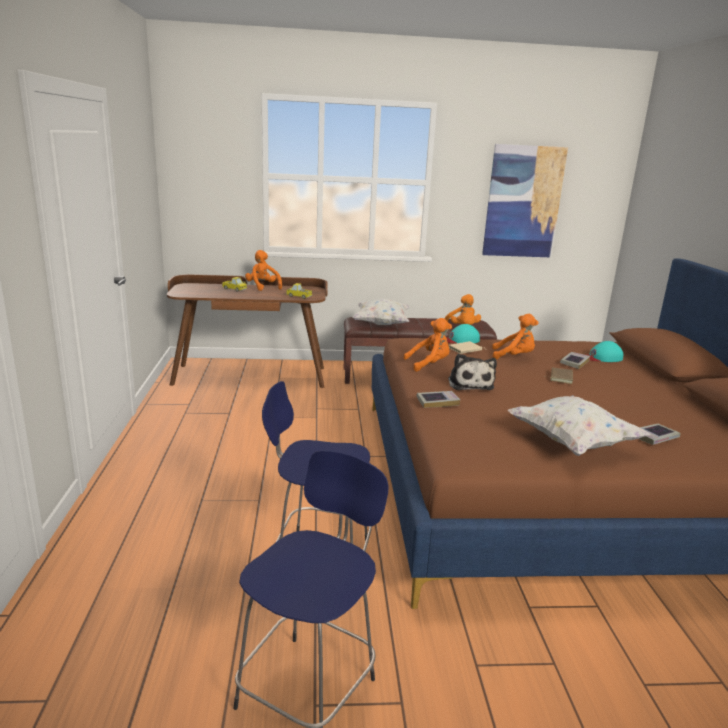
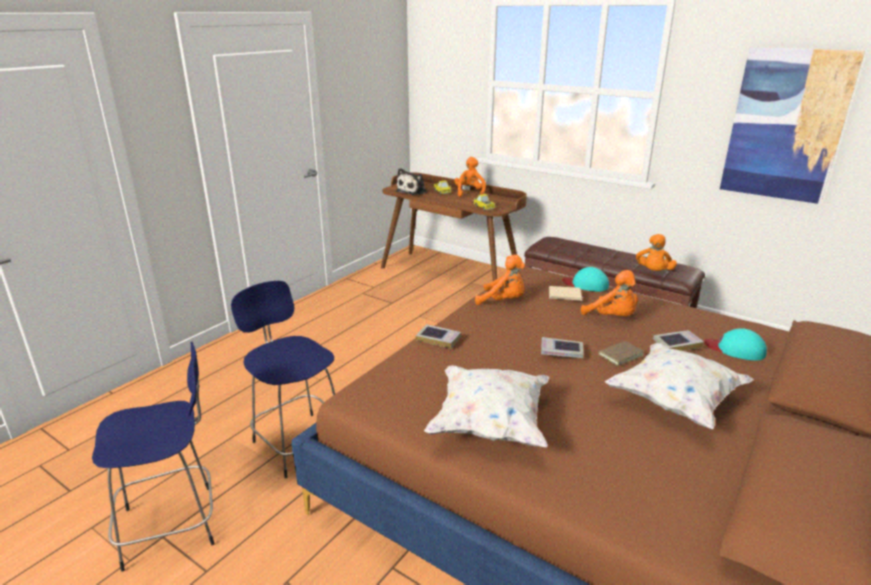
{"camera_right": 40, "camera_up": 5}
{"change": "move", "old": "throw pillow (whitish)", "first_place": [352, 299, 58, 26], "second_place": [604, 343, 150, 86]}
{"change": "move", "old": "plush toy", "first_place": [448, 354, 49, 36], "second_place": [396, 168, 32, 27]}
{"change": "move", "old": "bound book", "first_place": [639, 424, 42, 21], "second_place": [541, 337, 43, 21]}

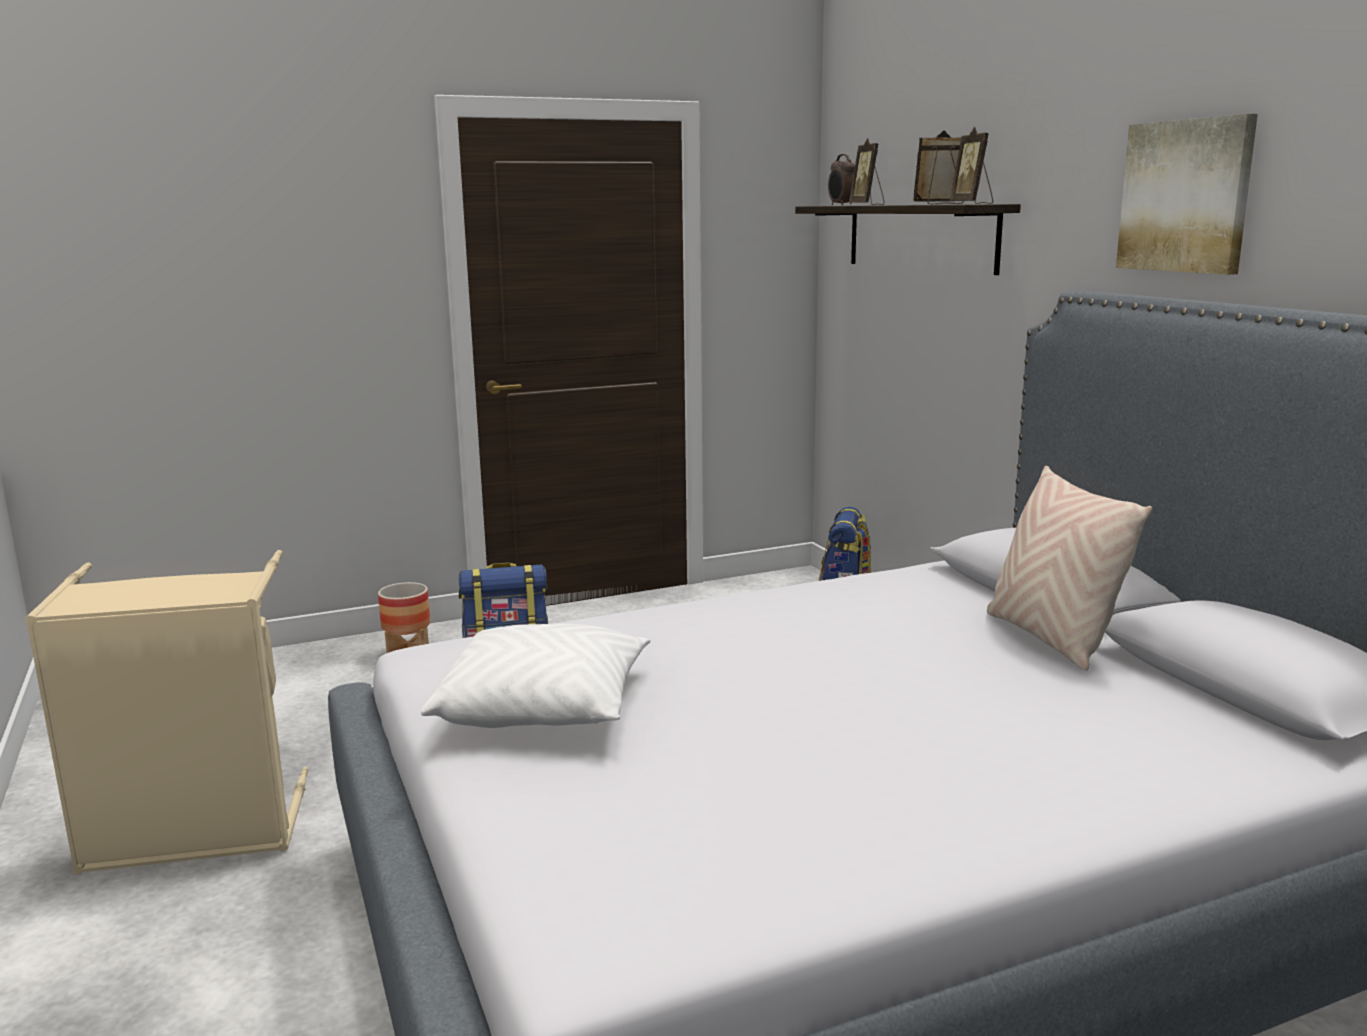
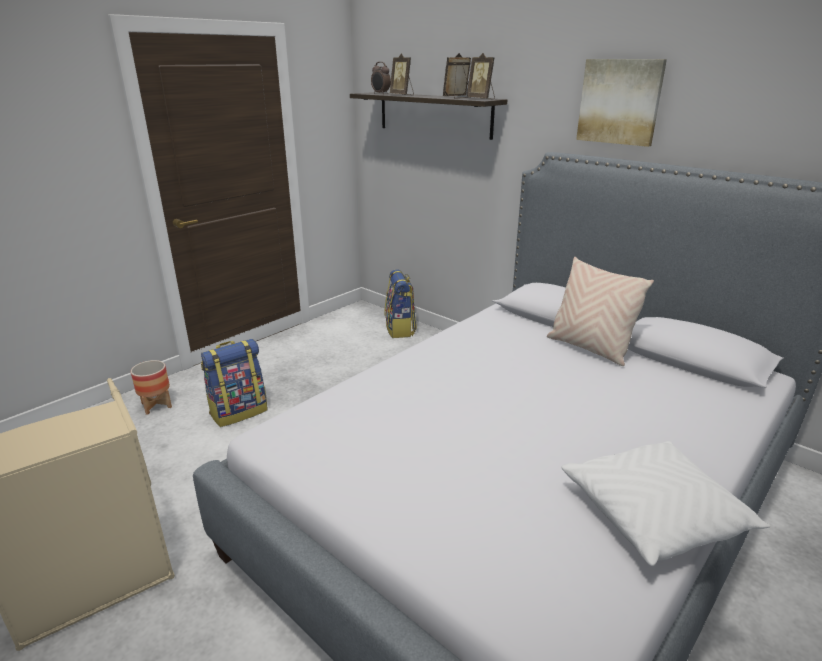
{"camera_right": -25, "camera_up": 10}
{"change": "move", "old": "throw pillow (whitish)", "first_place": [421, 624, 230, 104], "second_place": [561, 441, 210, 125]}

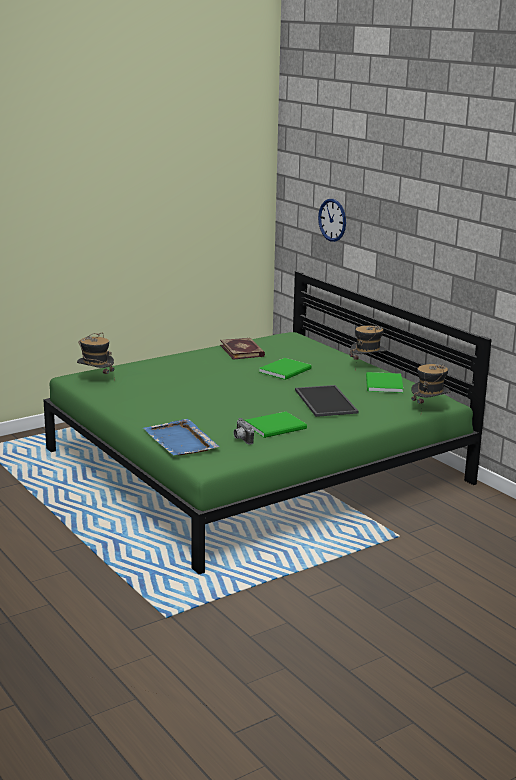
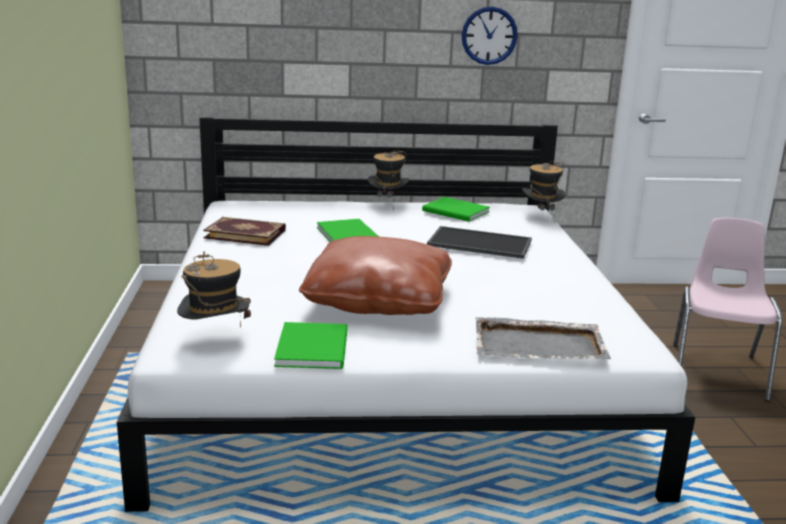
{"camera_right": -60, "camera_up": 0}
{"change": "delete", "old": "photo camera", "first_place": [234, 418, 20, 27]}
{"change": "insert", "new": "throw pillow (brownish)", "second_place": [299, 236, 153, 79]}
{"change": "insert", "new": "upright chair (pink-coloured)", "second_place": [673, 218, 109, 184]}
{"change": "move", "old": "bound book (greenish)", "first_place": [245, 412, 62, 26], "second_place": [274, 322, 74, 47]}
{"change": "move", "old": "wall clock", "first_place": [318, 199, 28, 43], "second_place": [462, 6, 56, 59]}
{"change": "recolor", "old": "bed (greenish)", "new": "bed (whitish)", "first_place": [43, 271, 449, 303], "second_place": [117, 117, 578, 395]}
{"change": "recolor", "old": "tray (bluish)", "new": "tray (grey)", "first_place": [143, 419, 77, 37], "second_place": [476, 317, 135, 42]}

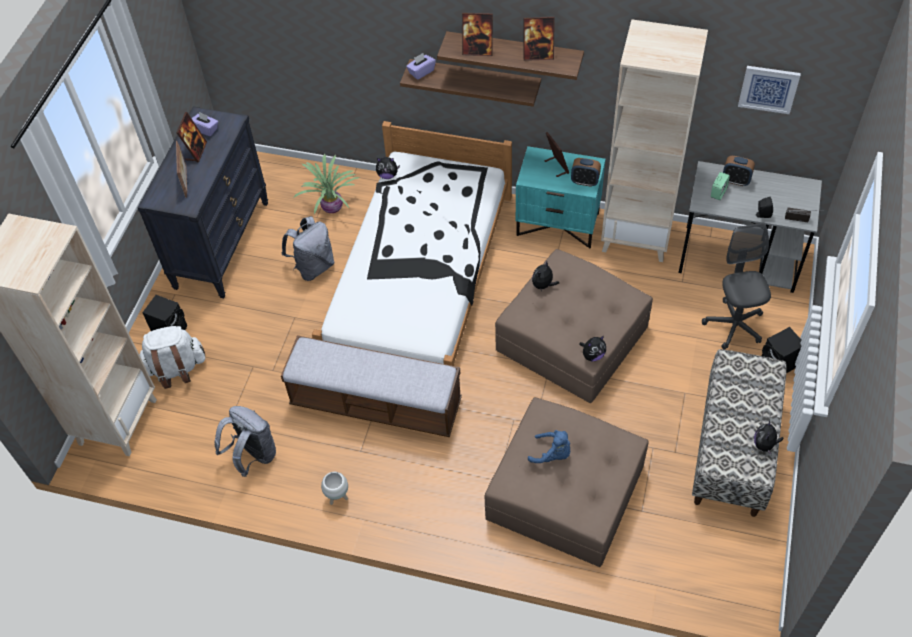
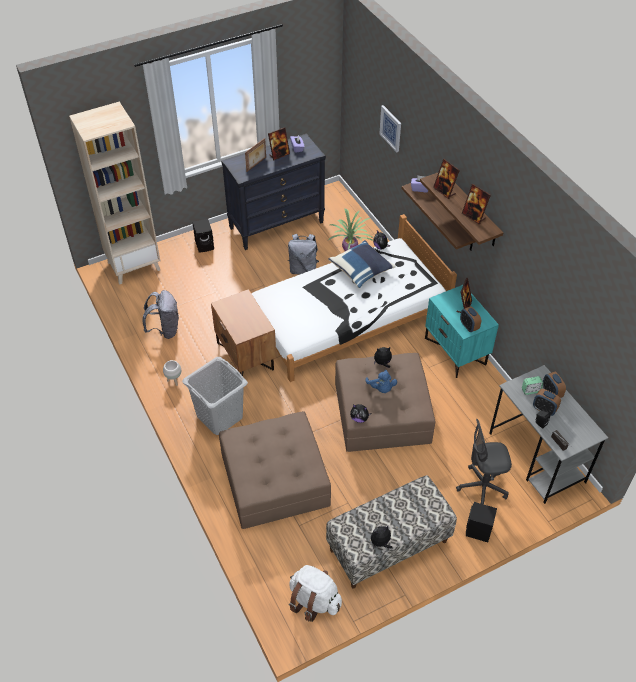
{"camera_right": 45, "camera_up": -5}
{"change": "delete", "old": "shelving unit (beige)", "first_place": [601, 19, 107, 243]}
{"change": "insert", "new": "washing basket (grey)", "second_place": [182, 357, 66, 78]}
{"change": "insert", "new": "throw pillow (bluish)", "second_place": [328, 240, 68, 48]}
{"change": "insert", "new": "bedside clock", "second_place": [533, 389, 28, 27]}
{"change": "move", "old": "rucksack (whitish)", "first_place": [140, 326, 65, 63], "second_place": [289, 565, 53, 57]}
{"change": "move", "old": "plush toy (bluish)", "first_place": [528, 430, 42, 33], "second_place": [365, 370, 32, 23]}
{"change": "move", "old": "wall art", "first_place": [738, 66, 63, 48], "second_place": [379, 105, 22, 47]}
{"change": "replace", "old": "indoor bench", "new": "nightstand (brownish)", "first_place": [281, 335, 181, 102], "second_place": [211, 289, 65, 87]}
{"change": "rotate", "old": "desk chair (grey)", "first_place": [702, 223, 69, 127], "second_place": [456, 419, 56, 85], "degrees": -135}

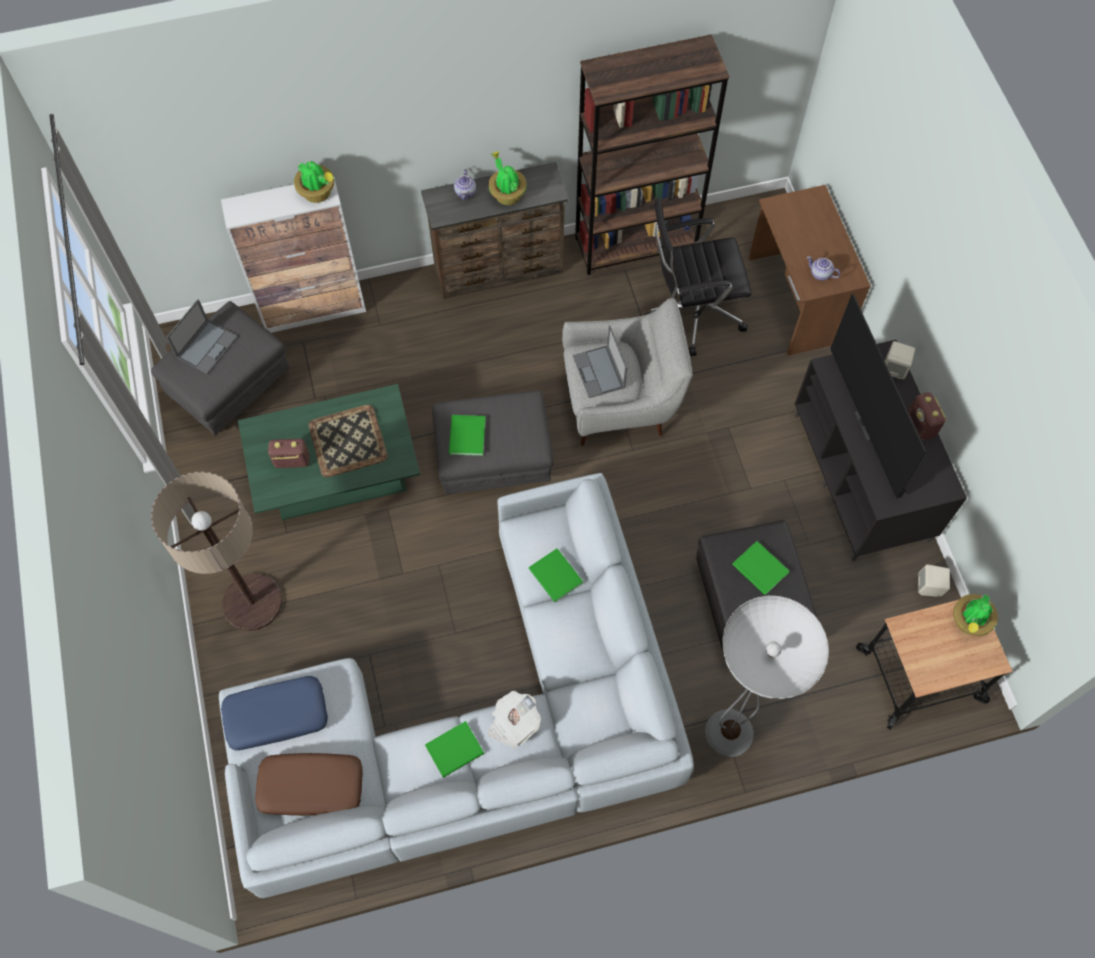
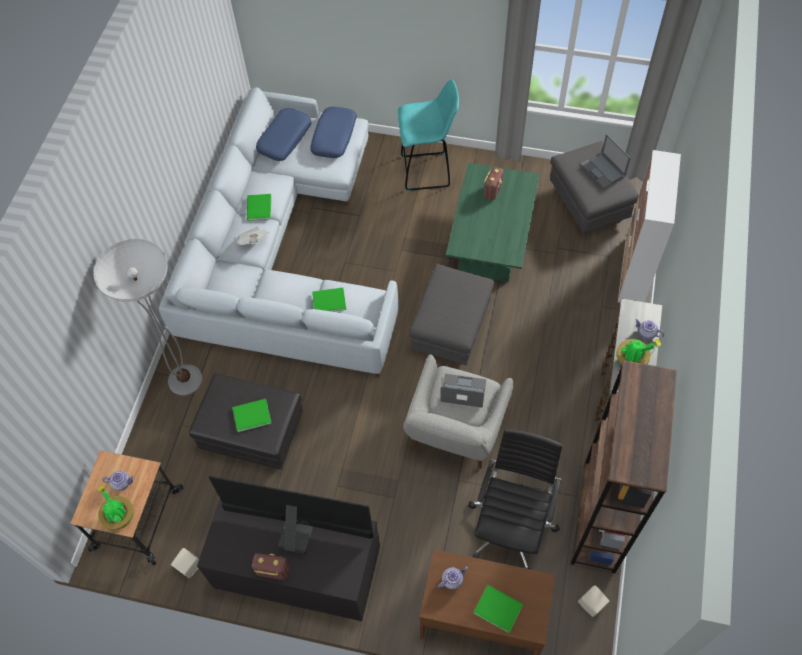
{"camera_right": 120, "camera_up": -5}
{"change": "delete", "old": "houseplant", "first_place": [294, 160, 40, 43]}
{"change": "delete", "old": "tray", "first_place": [308, 404, 80, 74]}
{"change": "insert", "new": "tea pot", "second_place": [103, 471, 31, 20]}
{"change": "move", "old": "bound book (greenish)", "first_place": [449, 415, 36, 41], "second_place": [474, 585, 49, 48]}
{"change": "move", "old": "speaker (beige)", "first_place": [885, 341, 30, 38], "second_place": [578, 585, 32, 32]}
{"change": "replace", "old": "standing lamp", "new": "sitting stool (blue-green)", "first_place": [151, 472, 131, 159], "second_place": [398, 79, 61, 112]}
{"change": "recolor", "old": "throw pillow (brownish)", "new": "throw pillow (bluish)", "first_place": [255, 753, 108, 63], "second_place": [256, 108, 55, 53]}

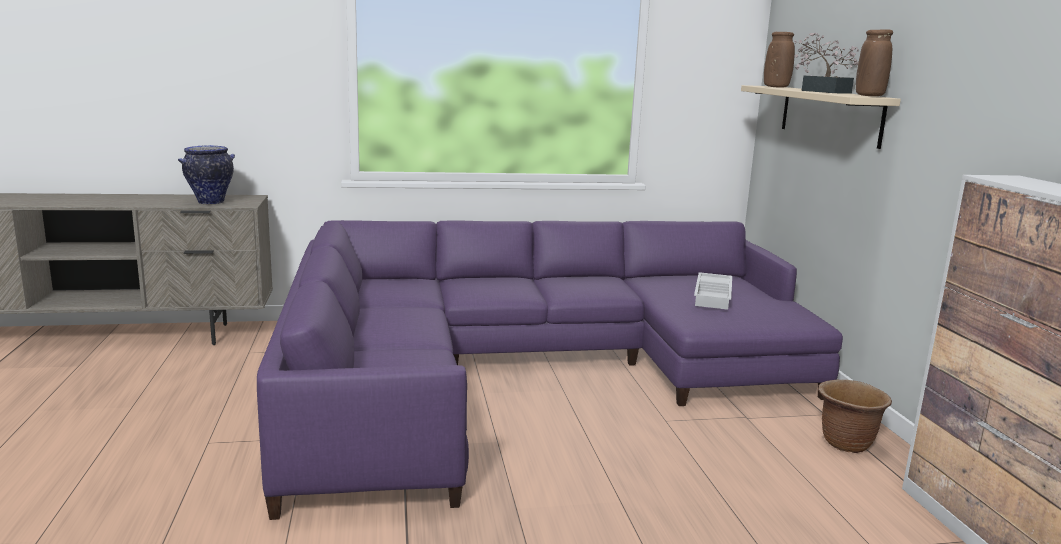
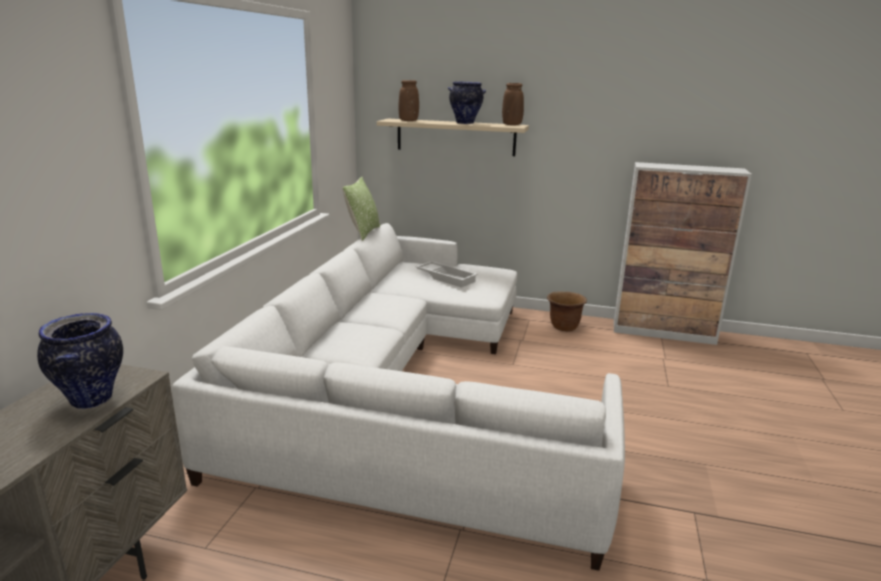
{"camera_right": -65, "camera_up": 5}
{"change": "insert", "new": "throw pillow", "second_place": [342, 177, 38, 64]}
{"change": "replace", "old": "houseplant", "new": "decorative vase", "first_place": [794, 32, 65, 62], "second_place": [448, 81, 38, 43]}
{"change": "recolor", "old": "sofa (purple-coloured)", "new": "sofa (whitish)", "first_place": [257, 220, 586, 300], "second_place": [172, 223, 453, 348]}

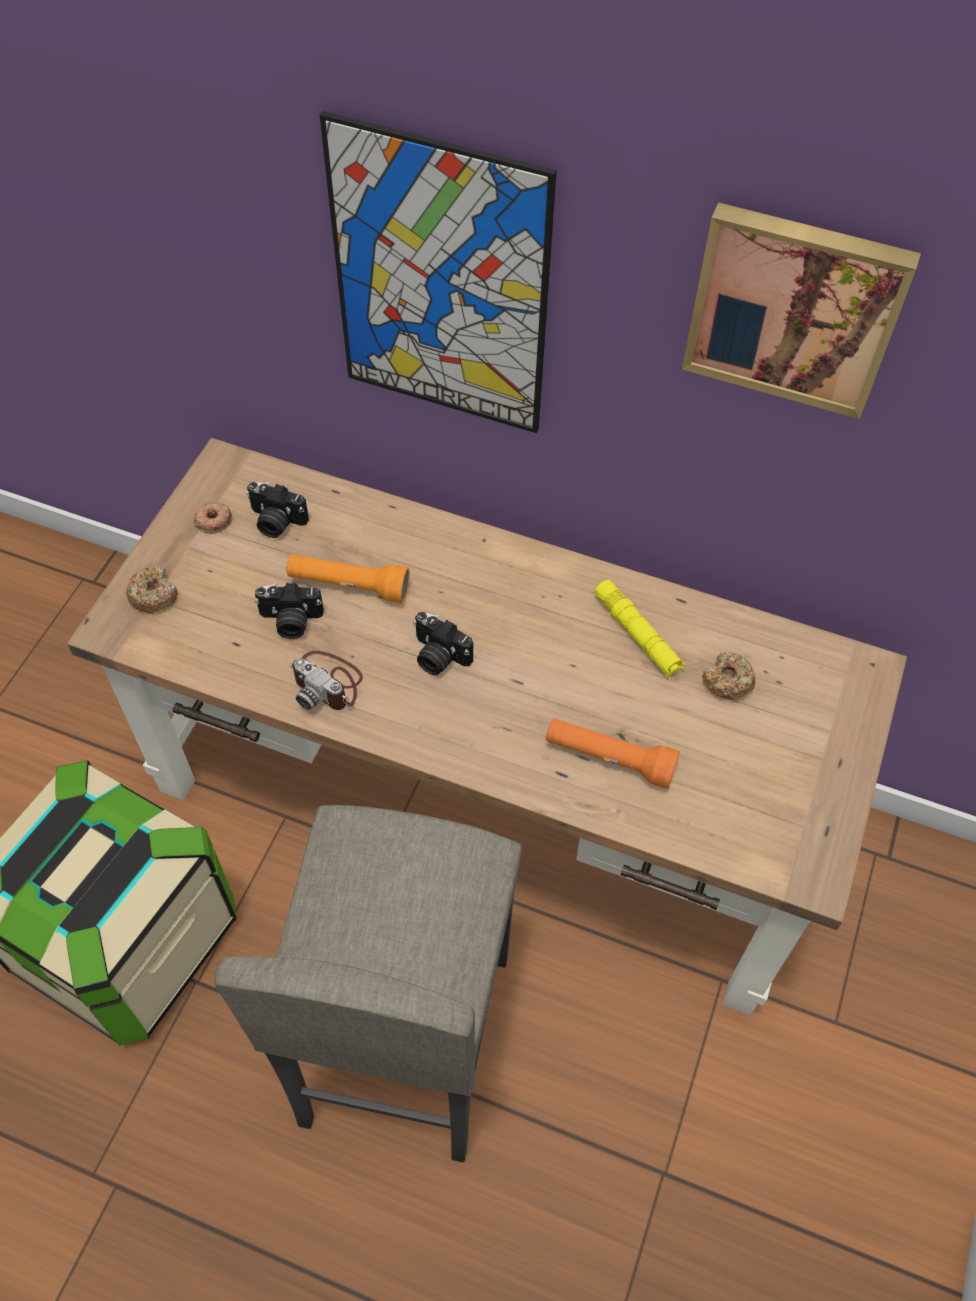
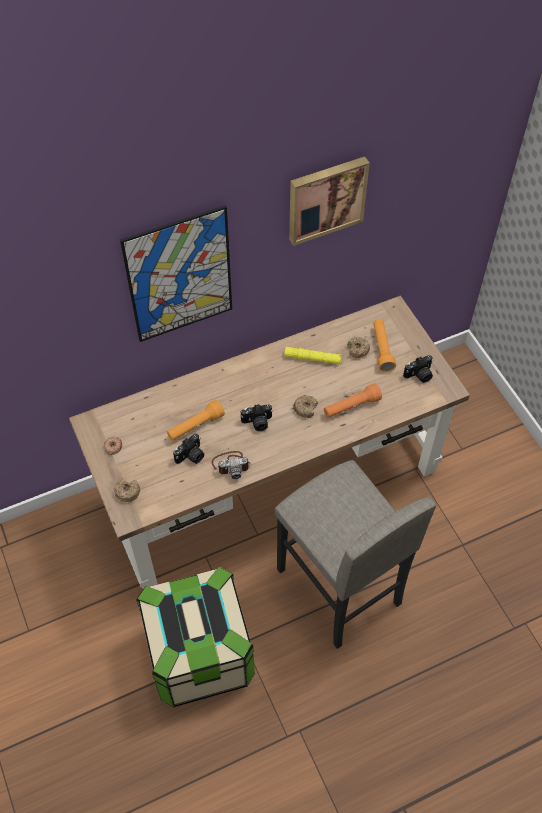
{"camera_right": -45, "camera_up": 0}
{"change": "insert", "new": "ring doughnut", "second_place": [293, 395, 25, 23]}
{"change": "insert", "new": "hand torch (orange)", "second_place": [373, 319, 23, 53]}
{"change": "move", "old": "photo camera", "first_place": [246, 482, 63, 56], "second_place": [403, 355, 30, 28]}

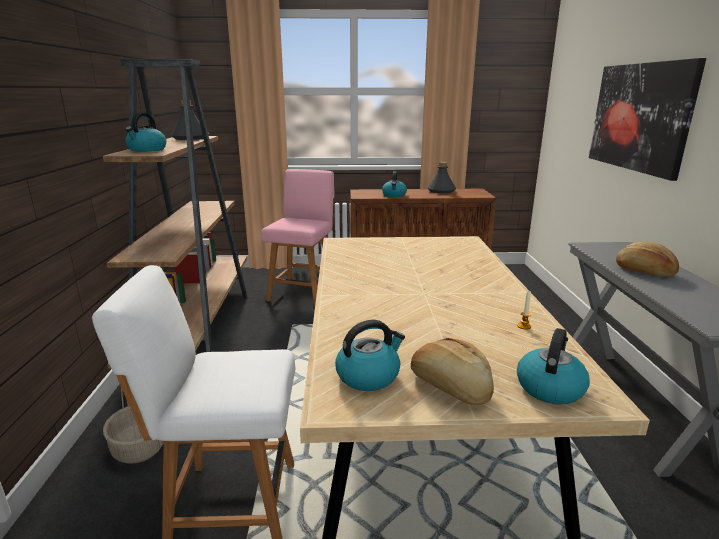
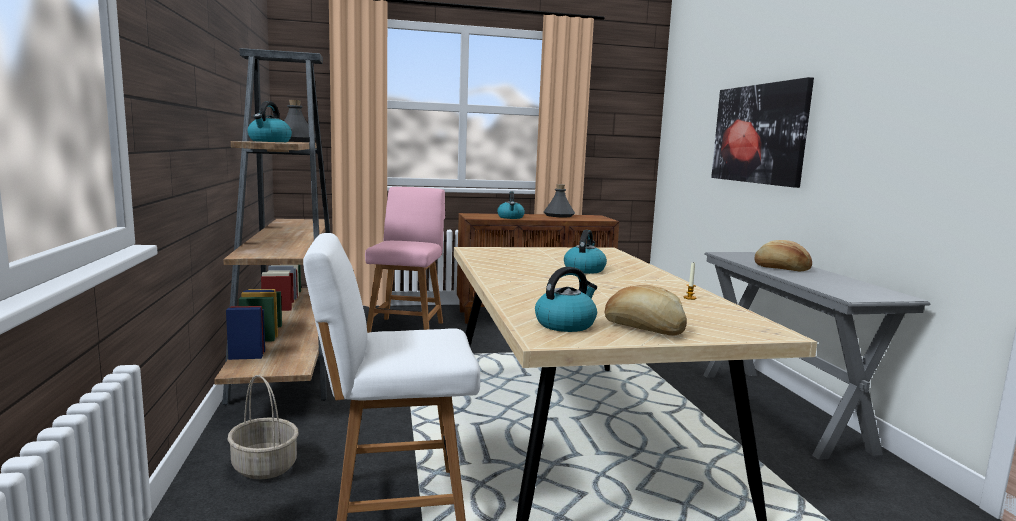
{"camera_right": -10, "camera_up": -10}
{"change": "move", "old": "tea kettle", "first_place": [517, 328, 73, 77], "second_place": [564, 230, 43, 44]}

